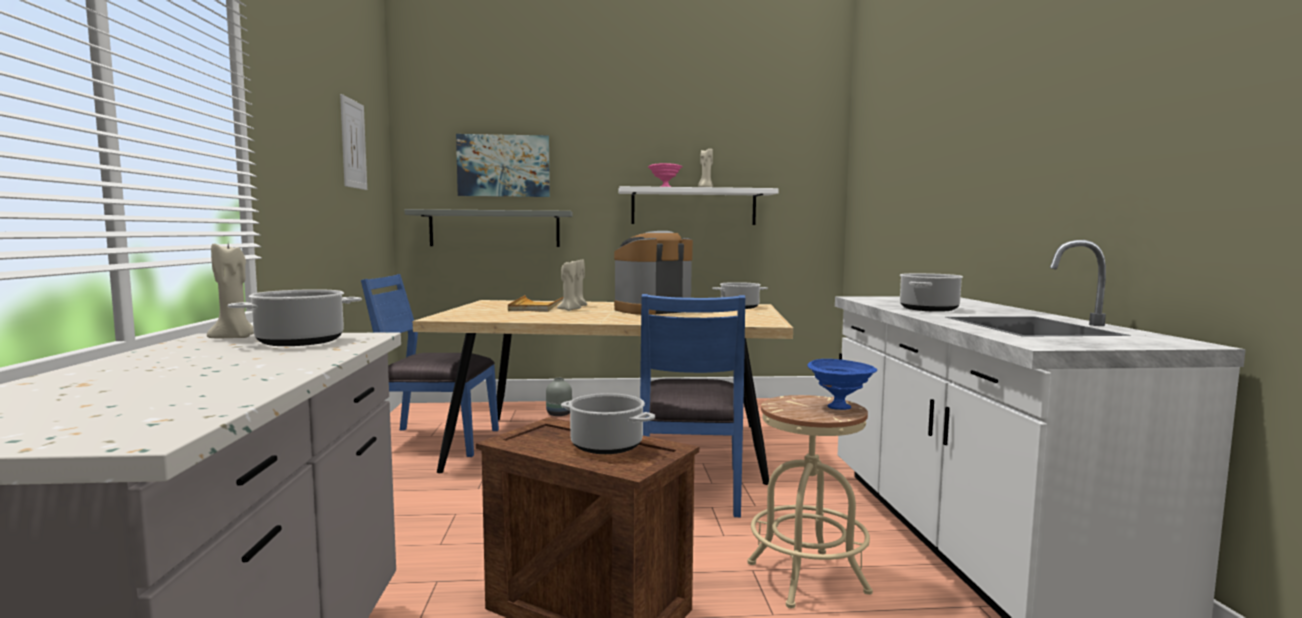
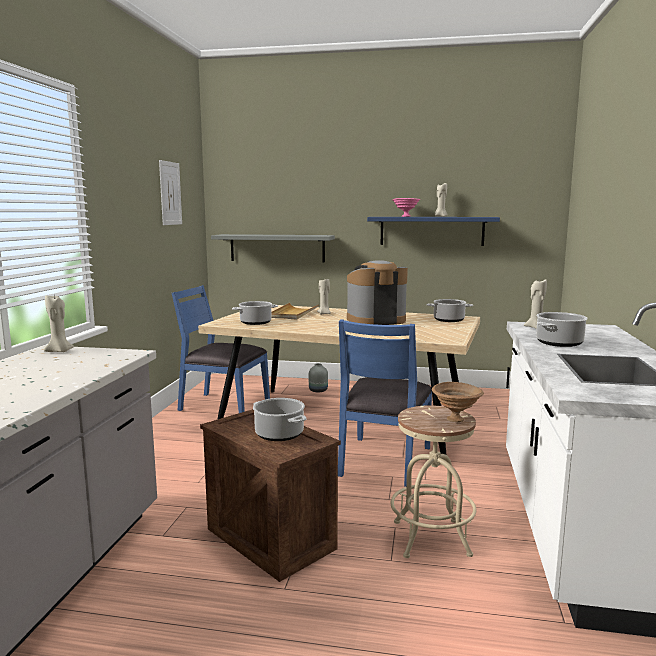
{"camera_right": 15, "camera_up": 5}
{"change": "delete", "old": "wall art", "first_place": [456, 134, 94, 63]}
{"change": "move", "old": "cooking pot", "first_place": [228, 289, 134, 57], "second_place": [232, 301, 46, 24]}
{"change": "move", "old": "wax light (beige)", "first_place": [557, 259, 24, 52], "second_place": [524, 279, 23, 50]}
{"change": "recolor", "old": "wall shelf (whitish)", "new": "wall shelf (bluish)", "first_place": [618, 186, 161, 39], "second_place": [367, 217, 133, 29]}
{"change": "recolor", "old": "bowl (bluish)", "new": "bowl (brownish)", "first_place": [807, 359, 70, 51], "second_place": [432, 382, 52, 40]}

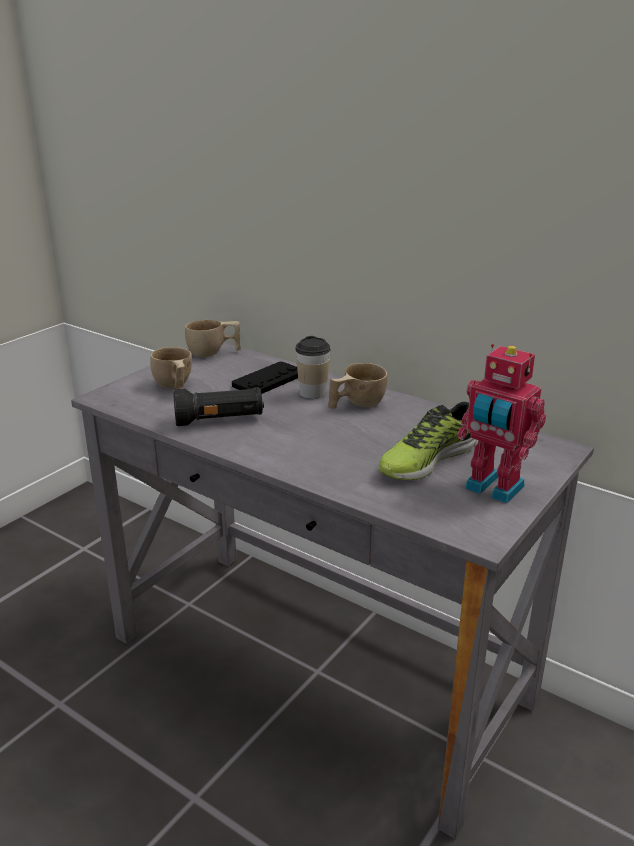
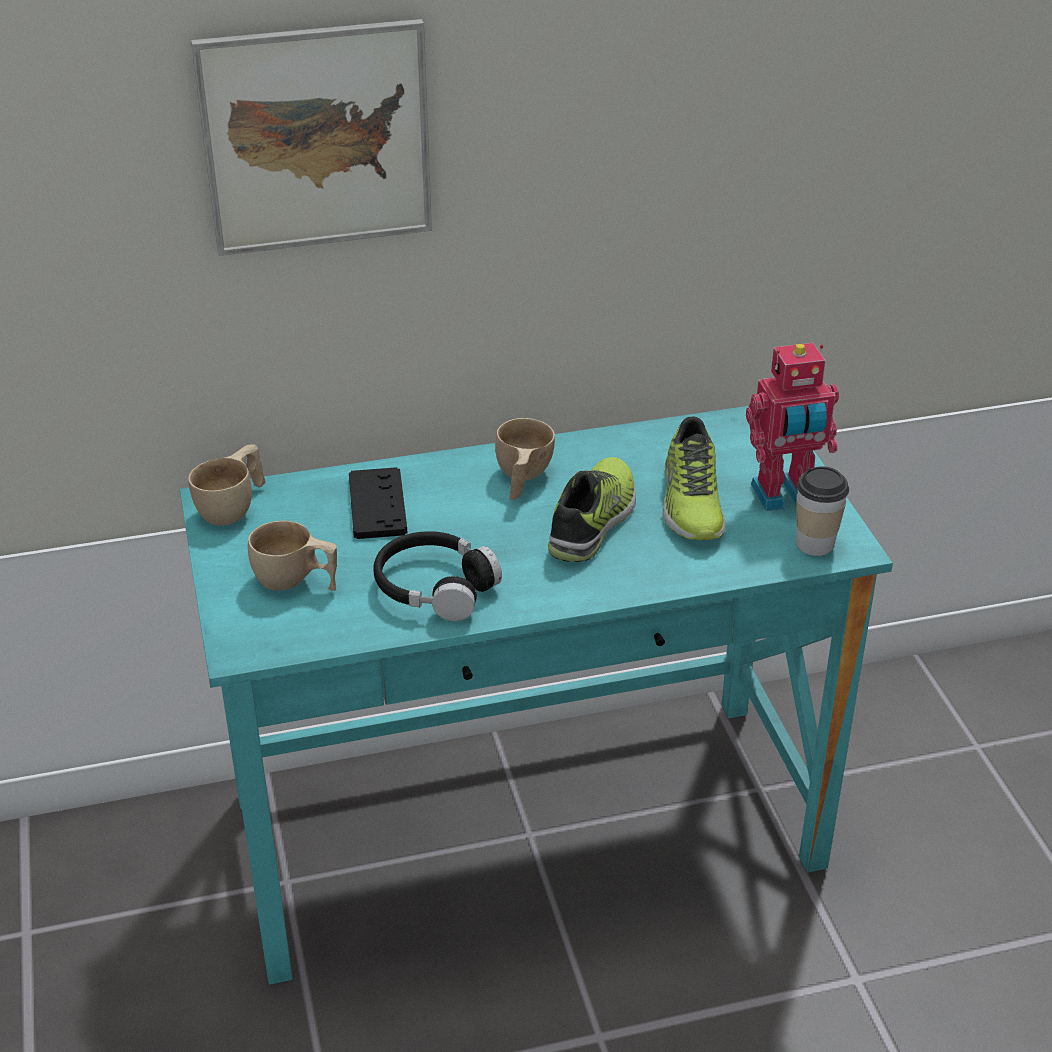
{"camera_right": -50, "camera_up": 10}
{"change": "insert", "new": "wall art", "second_place": [191, 19, 241, 237]}
{"change": "insert", "new": "shoe", "second_place": [548, 457, 88, 105]}
{"change": "move", "old": "drinking cup", "first_place": [295, 336, 35, 63], "second_place": [796, 466, 53, 90]}
{"change": "replace", "old": "hand torch (black-coloured)", "new": "headset (black-coloured)", "first_place": [173, 388, 91, 38], "second_place": [373, 531, 129, 90]}
{"change": "recolor", "old": "desk unit (grey)", "new": "desk unit (blue-green)", "first_place": [71, 343, 523, 496], "second_place": [180, 406, 713, 578]}

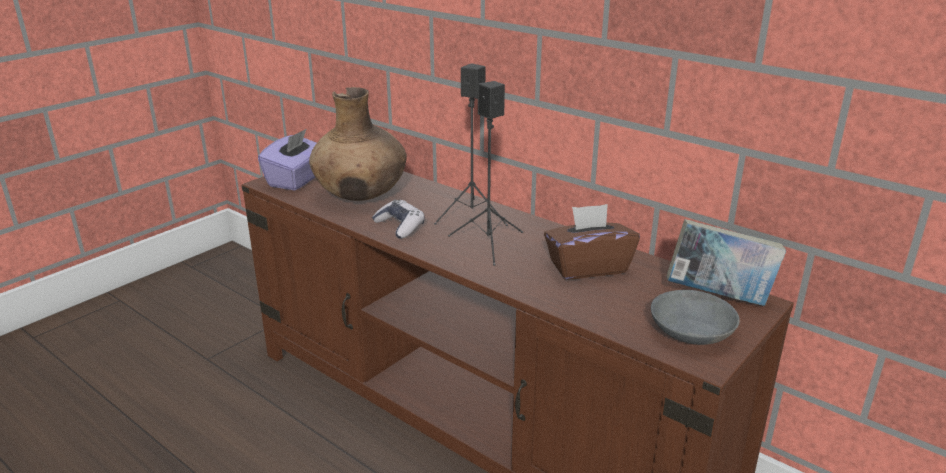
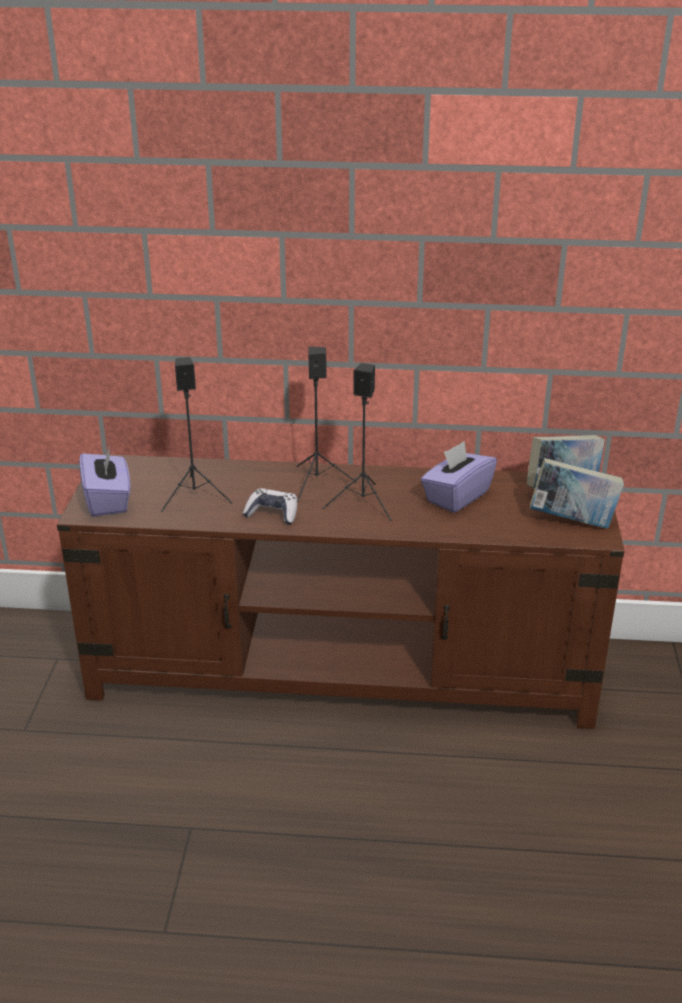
{"camera_right": -35, "camera_up": 5}
{"change": "replace", "old": "decorative vase (brownish)", "new": "speaker (black-coloured)", "first_place": [309, 87, 98, 114], "second_place": [161, 357, 72, 154]}
{"change": "replace", "old": "bowl (grey)", "new": "bound book", "first_place": [651, 290, 89, 55], "second_place": [530, 458, 94, 71]}
{"change": "recolor", "old": "box of tissues (brownish)", "new": "box of tissues (purple-coloured)", "first_place": [544, 204, 96, 76], "second_place": [421, 441, 76, 72]}

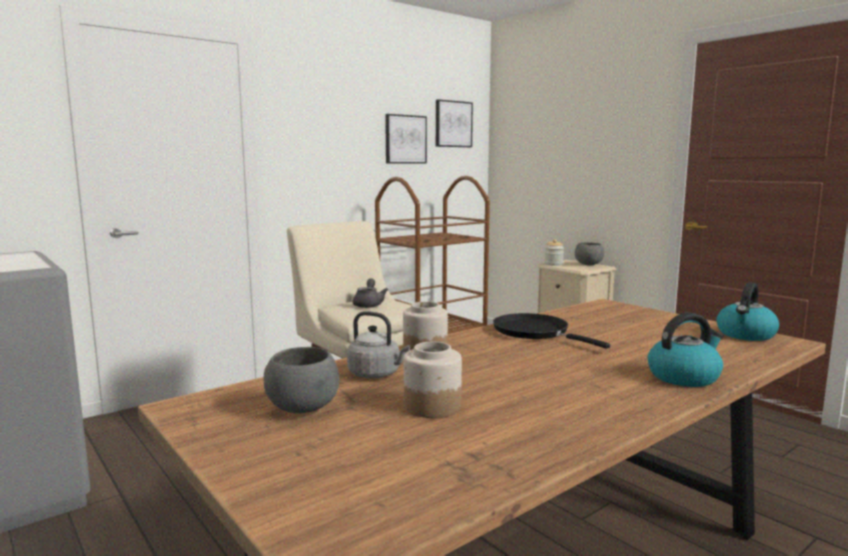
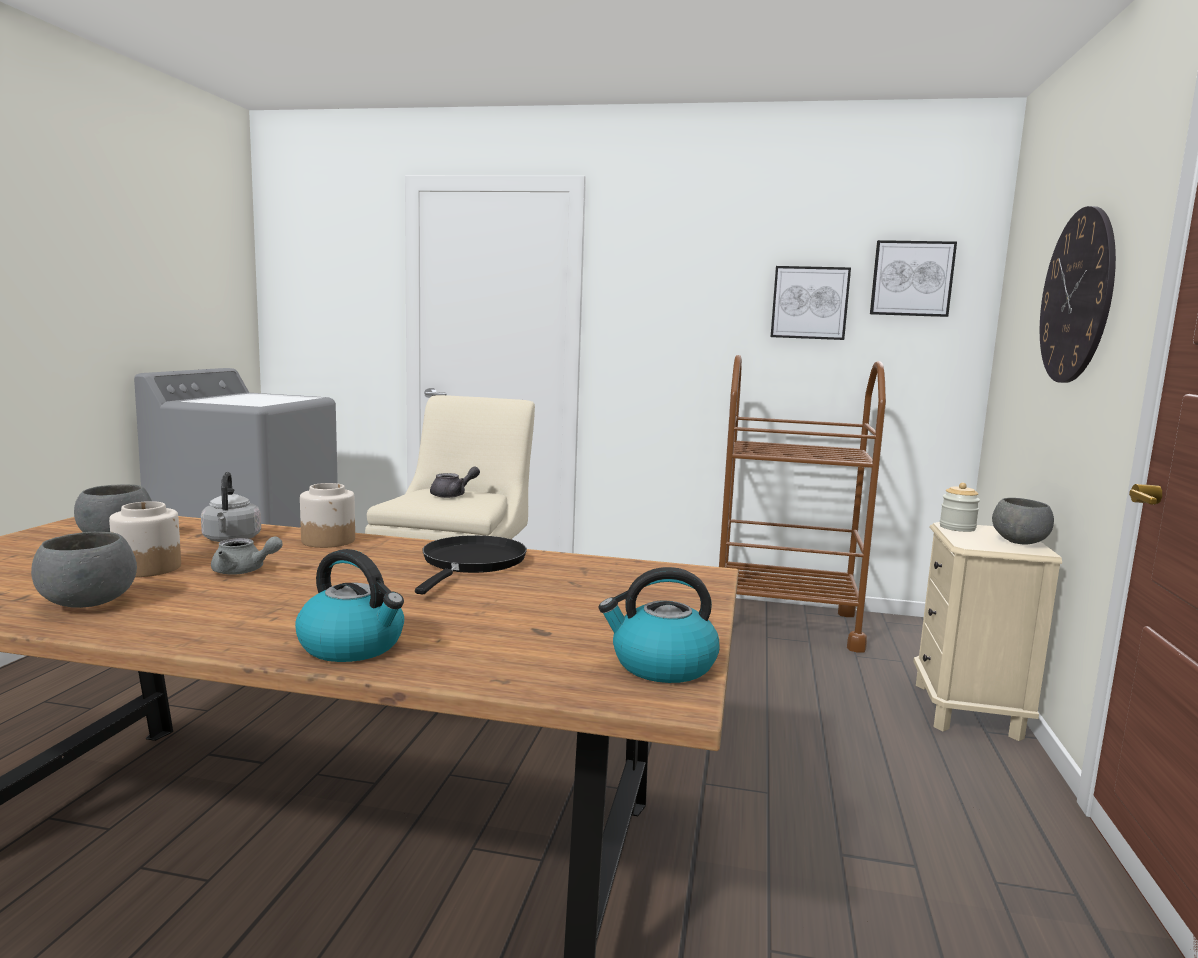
{"camera_right": 50, "camera_up": 0}
{"change": "insert", "new": "bowl (grey)", "second_place": [31, 532, 106, 76]}
{"change": "insert", "new": "tea pot (grey)", "second_place": [211, 537, 72, 38]}
{"change": "insert", "new": "wall clock", "second_place": [1040, 206, 76, 177]}

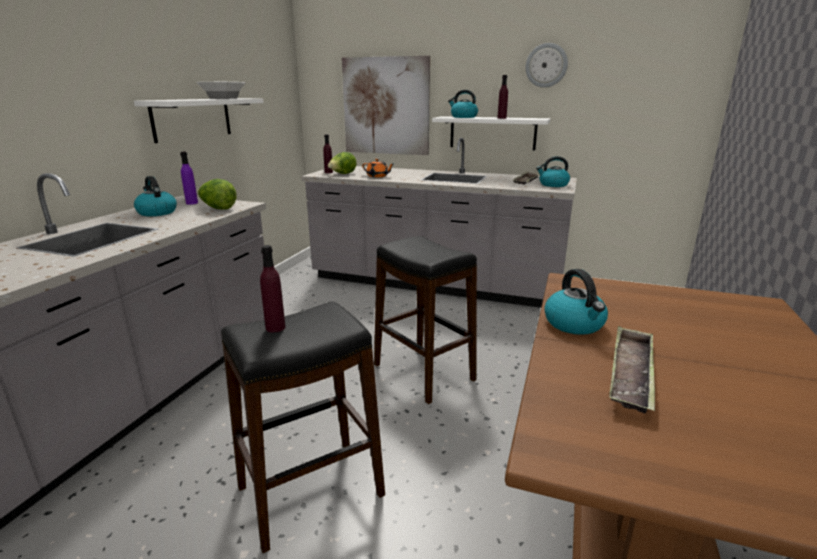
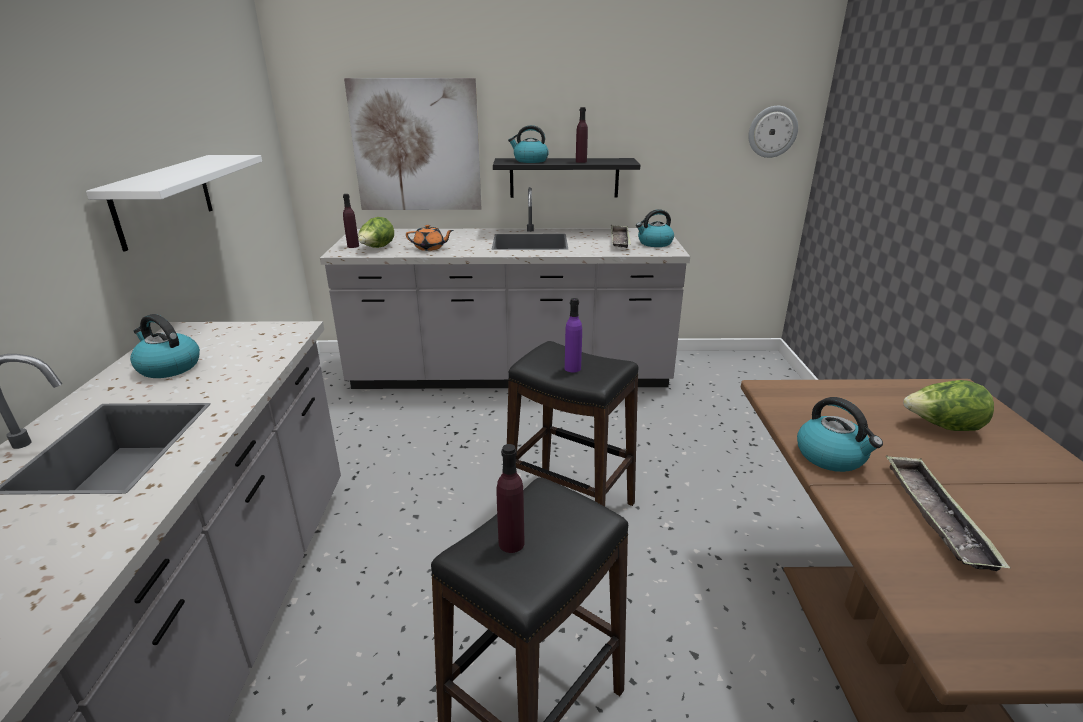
{"camera_right": -20, "camera_up": 5}
{"change": "delete", "old": "bowl", "first_place": [196, 82, 50, 17]}
{"change": "move", "old": "beverage bottle (purple-coloured)", "first_place": [180, 152, 18, 53], "second_place": [565, 298, 17, 74]}
{"change": "move", "old": "head of lettuce", "first_place": [198, 179, 39, 31], "second_place": [903, 380, 91, 51]}
{"change": "move", "old": "wall clock", "first_place": [525, 43, 43, 45], "second_place": [748, 106, 50, 52]}
{"change": "recolor", "old": "wall shelf (whitish)", "new": "wall shelf (black-coloured)", "first_place": [432, 116, 118, 34], "second_place": [493, 158, 147, 40]}

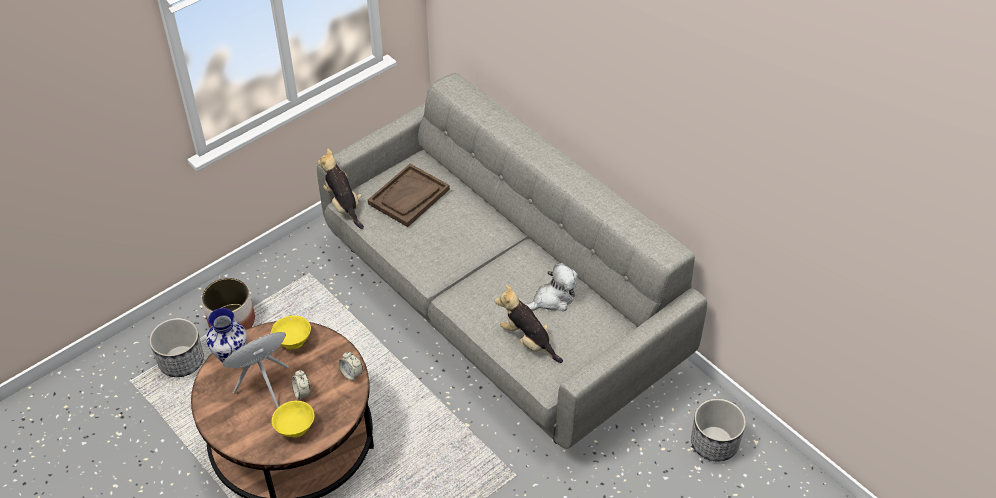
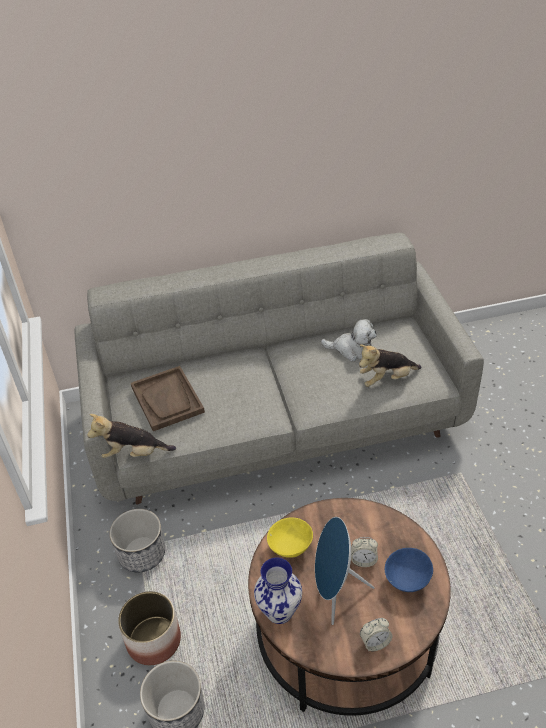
{"camera_right": -60, "camera_up": -5}
{"change": "move", "old": "bedside clock", "first_place": [338, 352, 25, 29], "second_place": [360, 618, 32, 33]}
{"change": "move", "old": "plant pot", "first_place": [691, 399, 55, 62], "second_place": [109, 509, 56, 64]}
{"change": "recolor", "old": "bowl (yellowish)", "new": "bowl (bluish)", "first_place": [272, 401, 42, 37], "second_place": [385, 548, 48, 44]}
{"change": "rotate", "old": "plush toy", "first_place": [524, 263, 54, 49], "second_place": [321, 319, 56, 42], "degrees": 105}

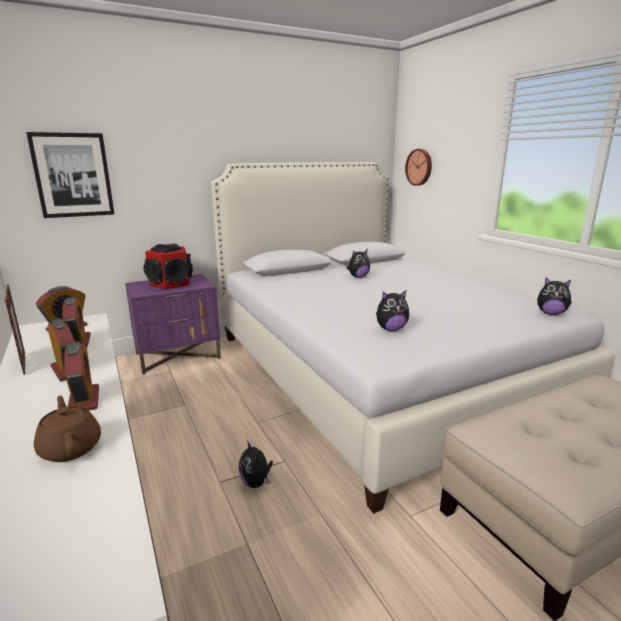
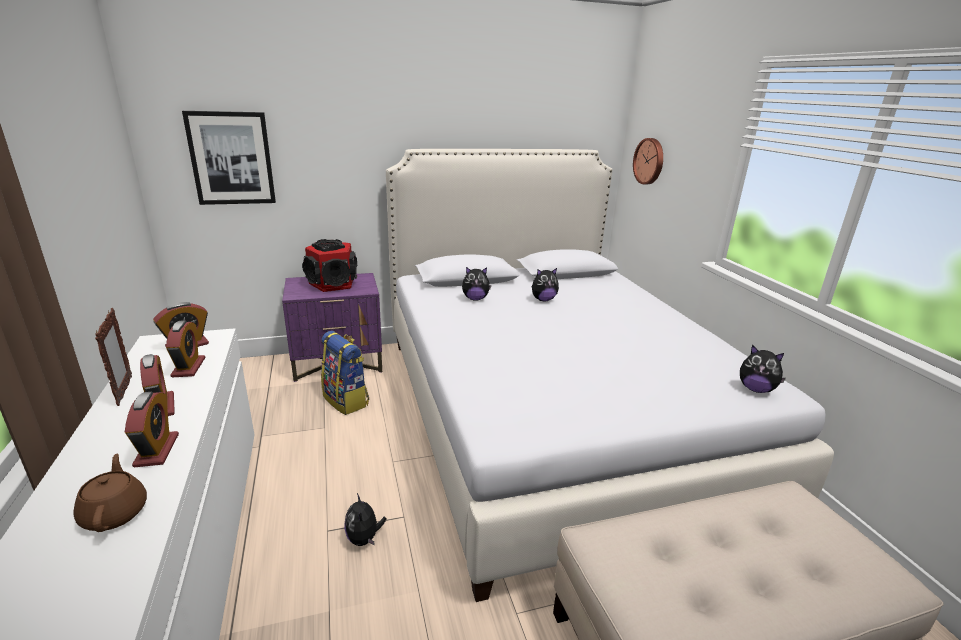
{"camera_right": 10, "camera_up": 5}
{"change": "insert", "new": "rucksack", "second_place": [321, 331, 48, 84]}
{"change": "move", "old": "plush toy", "first_place": [376, 290, 33, 41], "second_place": [462, 267, 29, 34]}

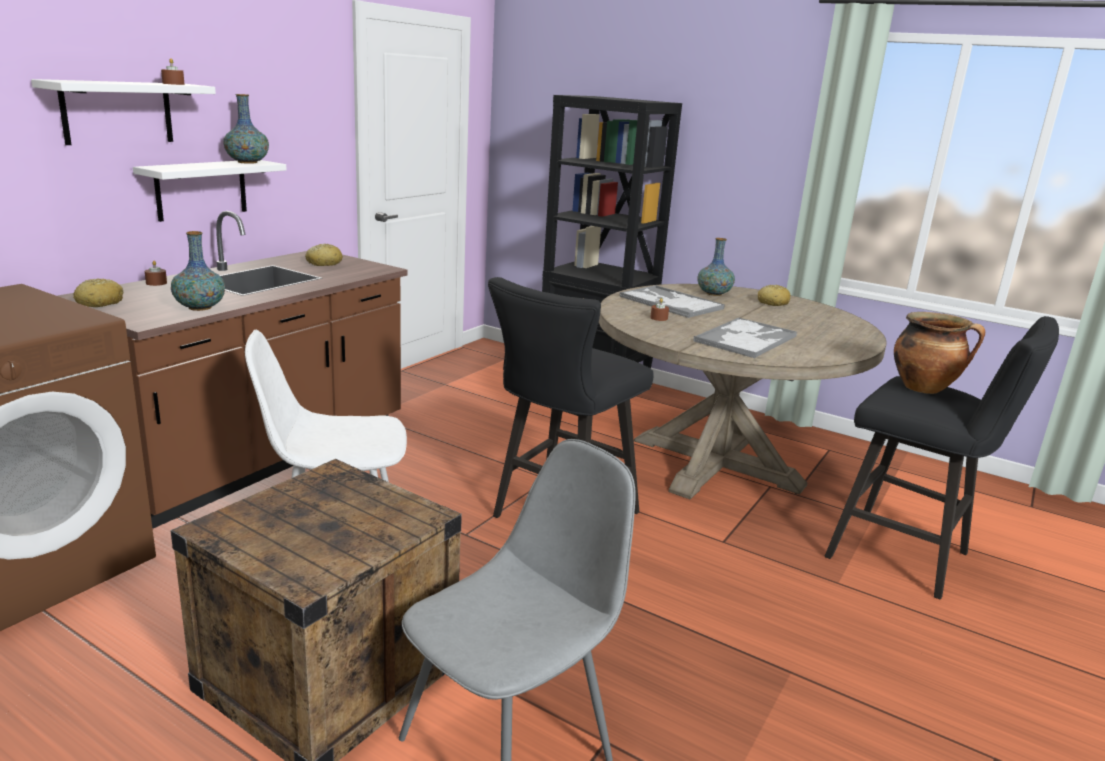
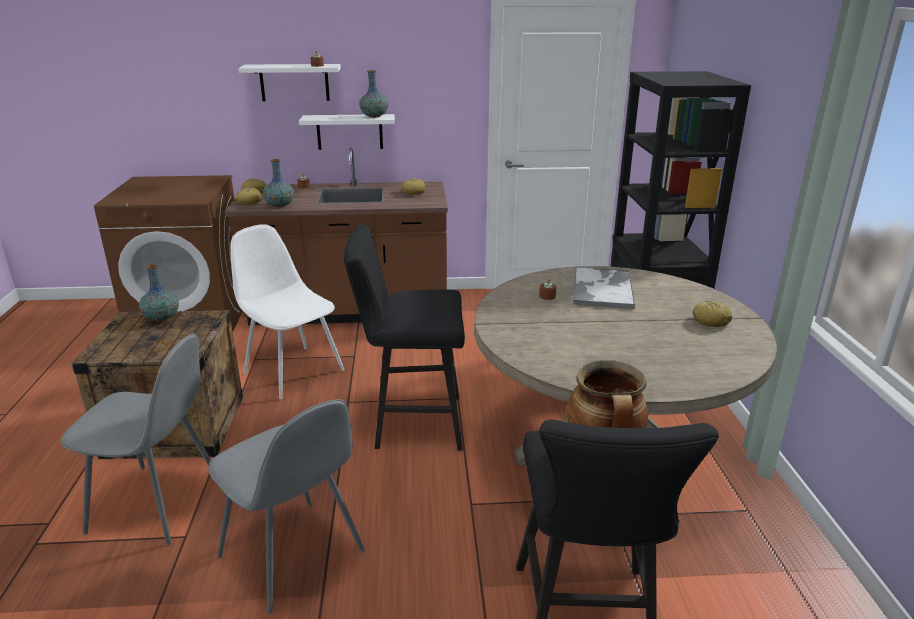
{"camera_right": 55, "camera_up": 5}
{"change": "delete", "old": "tray", "first_place": [693, 318, 104, 41]}
{"change": "insert", "new": "upright chair (grey)", "second_place": [208, 399, 157, 215]}
{"change": "insert", "new": "baked bread", "second_place": [235, 188, 27, 17]}
{"change": "move", "old": "decorative vase", "first_place": [697, 238, 38, 58], "second_place": [139, 264, 40, 58]}

